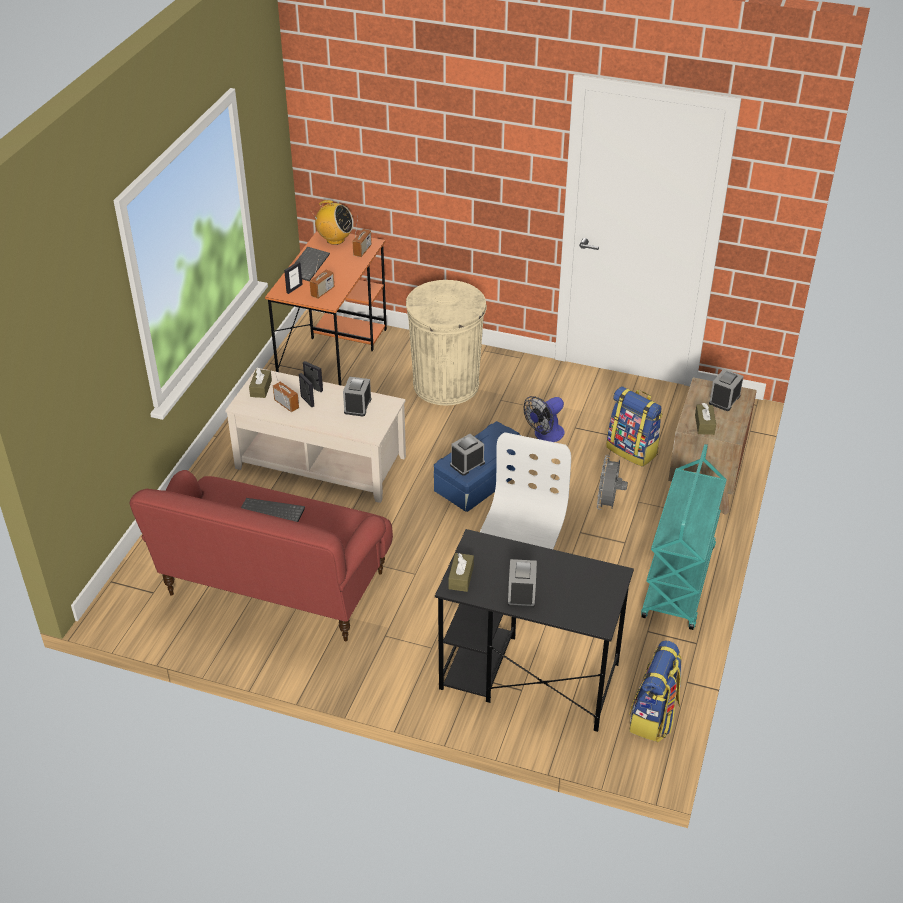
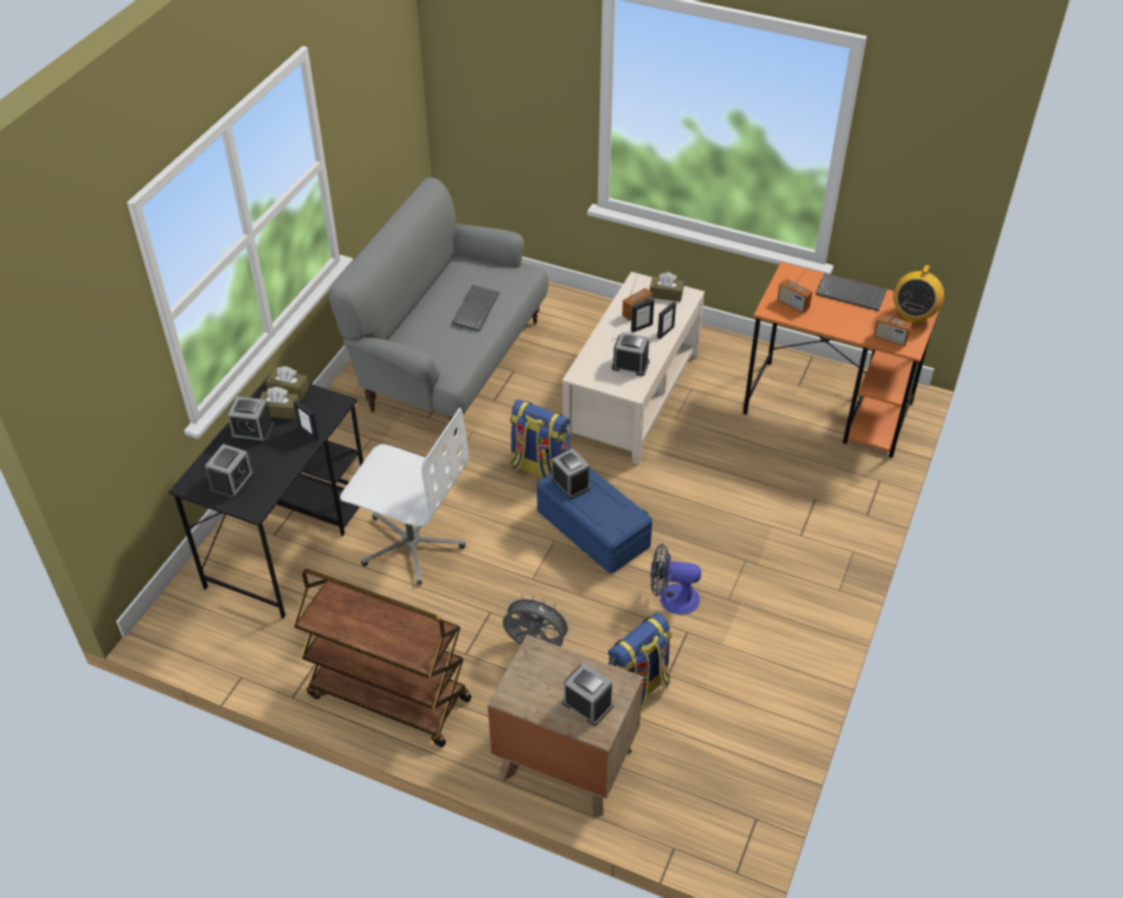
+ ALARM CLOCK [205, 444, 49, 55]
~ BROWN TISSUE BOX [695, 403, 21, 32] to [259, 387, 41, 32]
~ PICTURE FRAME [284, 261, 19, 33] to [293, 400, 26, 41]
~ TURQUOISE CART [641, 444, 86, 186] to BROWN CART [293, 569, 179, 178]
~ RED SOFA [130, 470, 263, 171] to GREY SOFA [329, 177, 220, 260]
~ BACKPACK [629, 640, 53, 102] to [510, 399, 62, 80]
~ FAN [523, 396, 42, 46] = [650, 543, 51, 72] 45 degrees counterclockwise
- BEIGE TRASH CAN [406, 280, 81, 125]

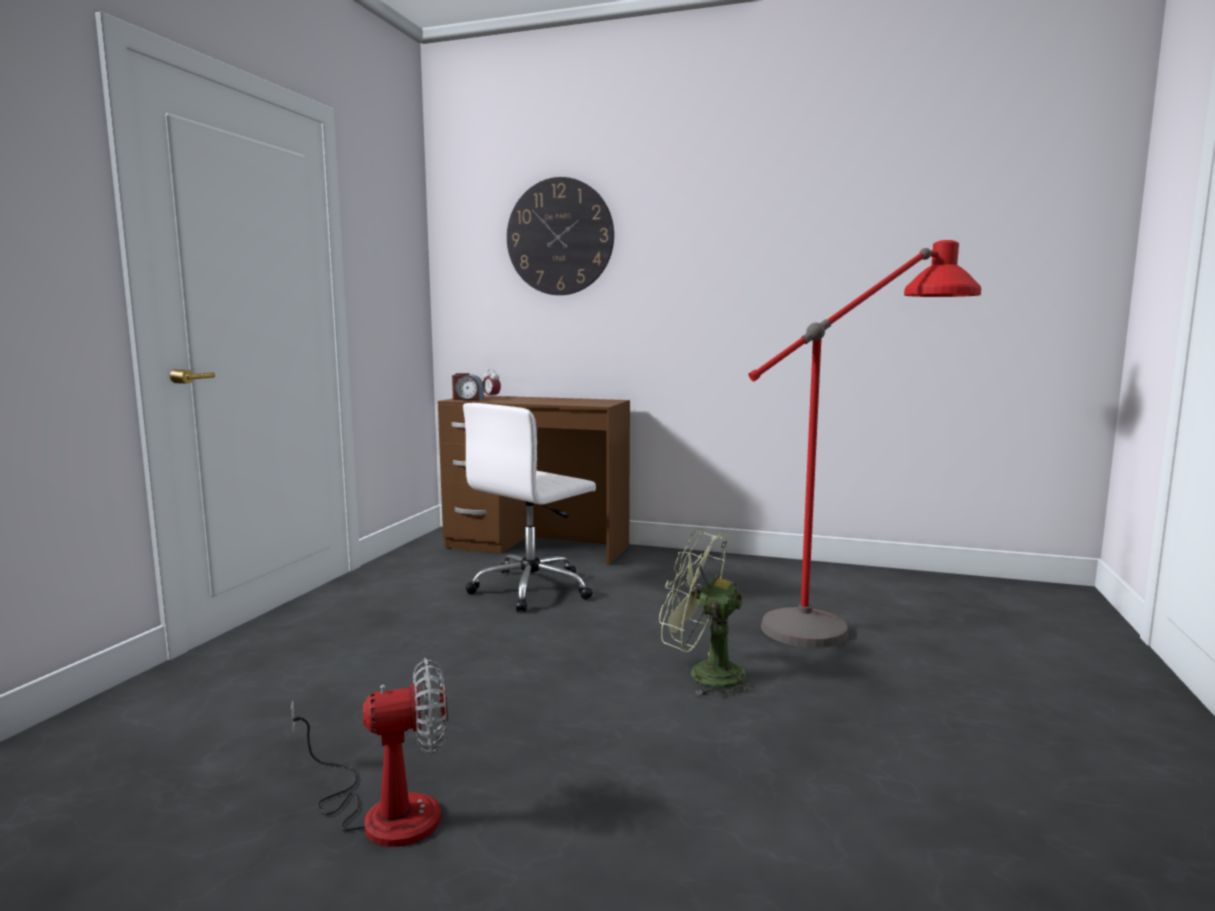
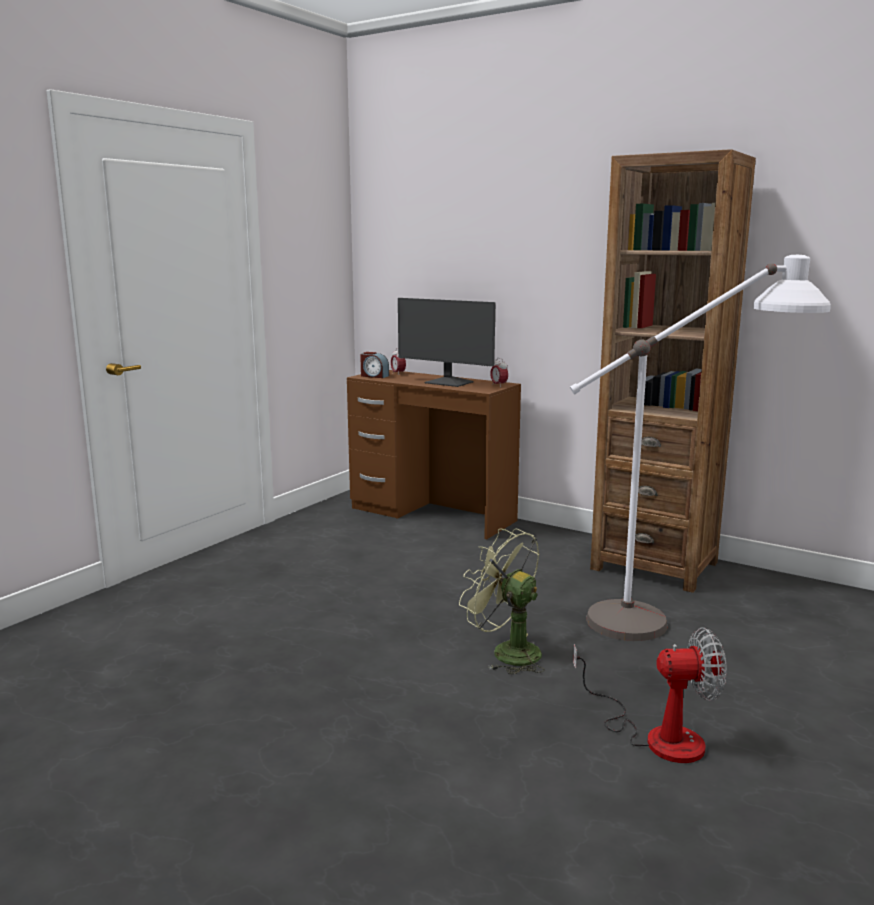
+ MONITOR [398, 298, 97, 89]
+ ALARM CLOCK [490, 358, 18, 29]
~ RED FLOOR LAMP [748, 240, 233, 408] to WHITE FLOOR LAMP [570, 255, 261, 386]
~ FAN [291, 658, 157, 189] to [573, 627, 154, 136]
+ BROWN BOOKCASE [590, 149, 166, 444]
- WHITE OFFICE CHAIR [463, 403, 133, 209]
- WALL CLOCK [507, 177, 107, 118]

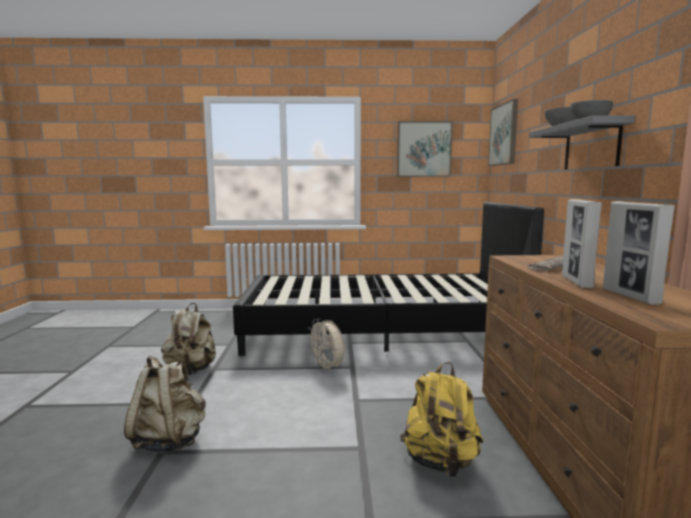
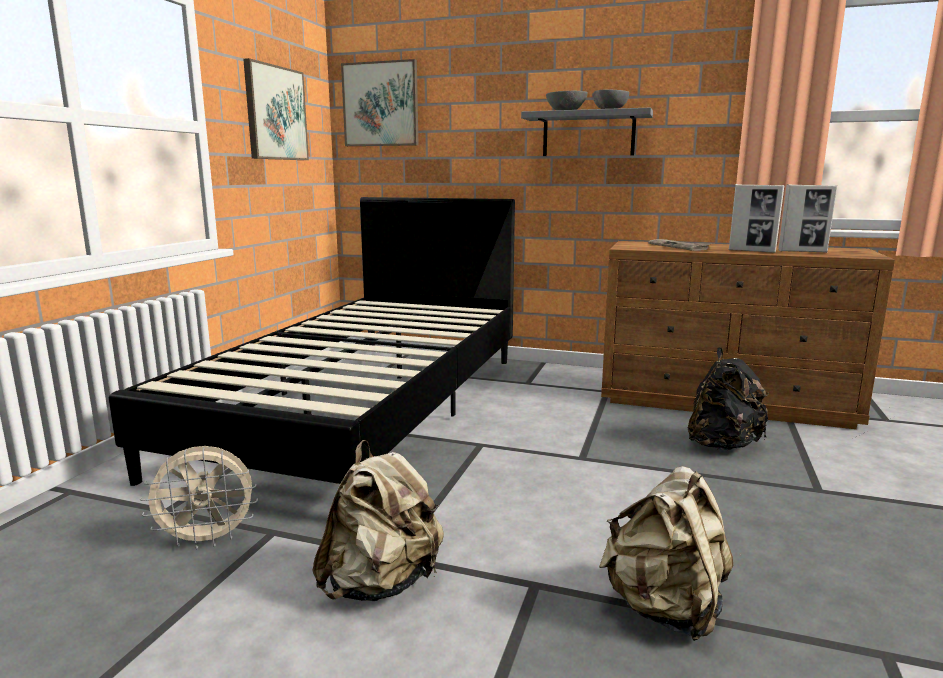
~ BEIGE FAN [307, 319, 37, 54] to [140, 446, 118, 104]
~ YELLOW BACKPACK [400, 362, 83, 115] to BLACK BACKPACK [688, 347, 81, 103]

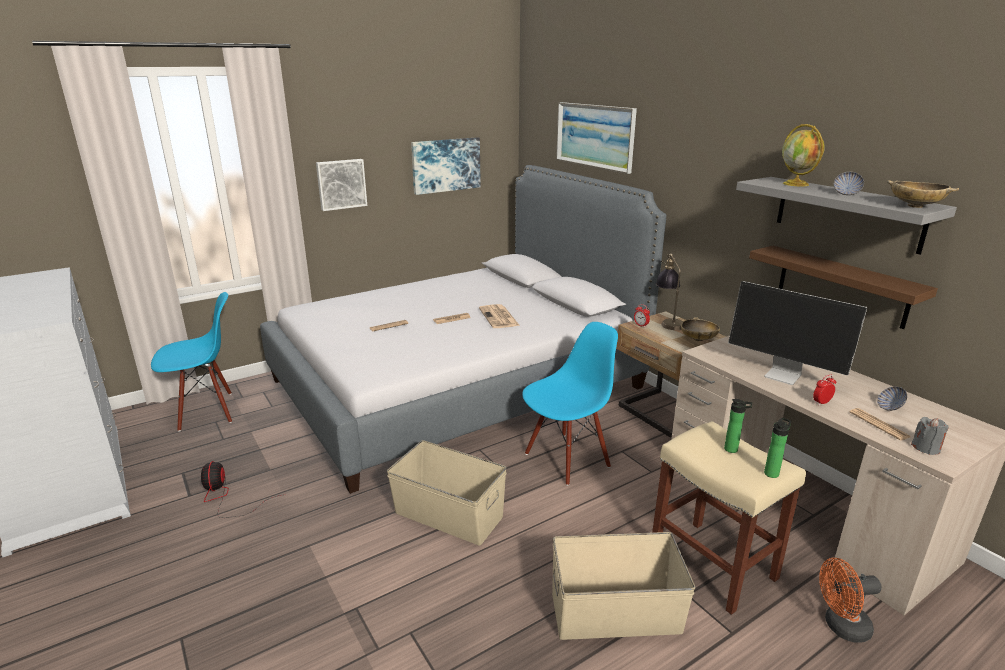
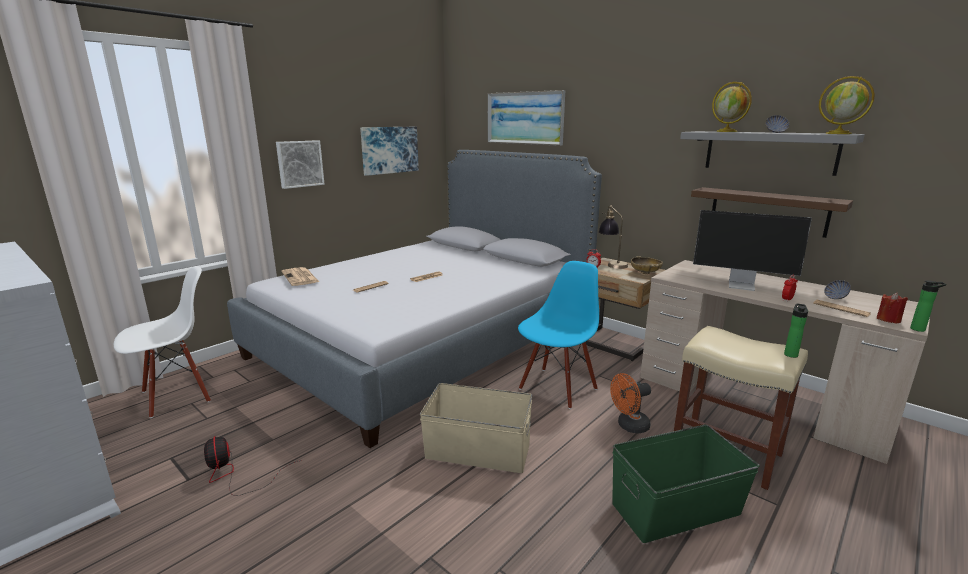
~ BLUE CHAIR [151, 292, 81, 140] to WHITE CHAIR [114, 266, 97, 152]
~ NEWSPAPER [479, 304, 41, 24] to [282, 267, 37, 19]
~ ORANGE FAN [819, 557, 62, 86] to [610, 373, 41, 60]
~ BEIGE STORAGE BOX [552, 532, 144, 108] to GREEN STORAGE BOX [612, 425, 148, 118]
~ BEIGE BOWL [887, 180, 72, 28] to GLOBE [819, 76, 56, 58]
~ GREY CANDLE [911, 417, 38, 38] to RED CANDLE [877, 293, 31, 30]
~ BOTTLE [724, 399, 28, 54] to [910, 280, 37, 52]

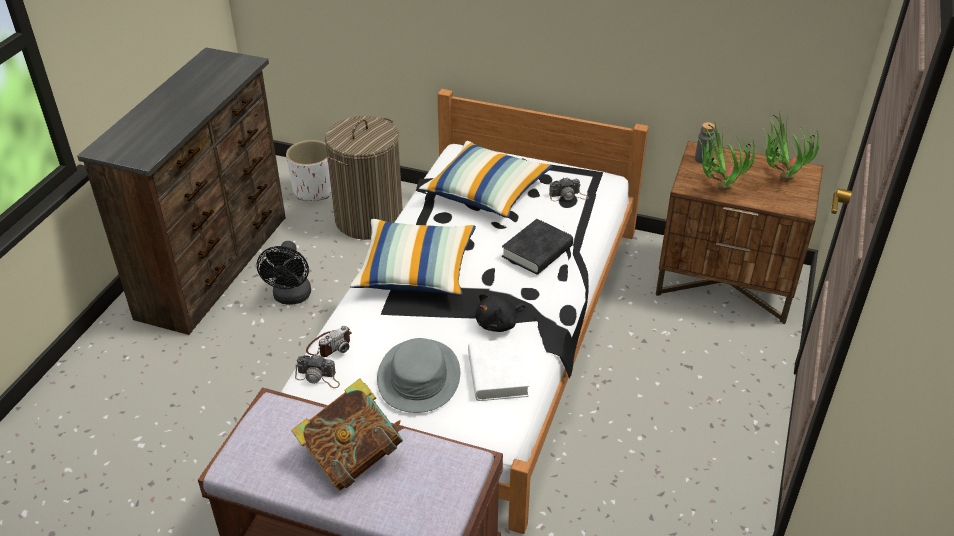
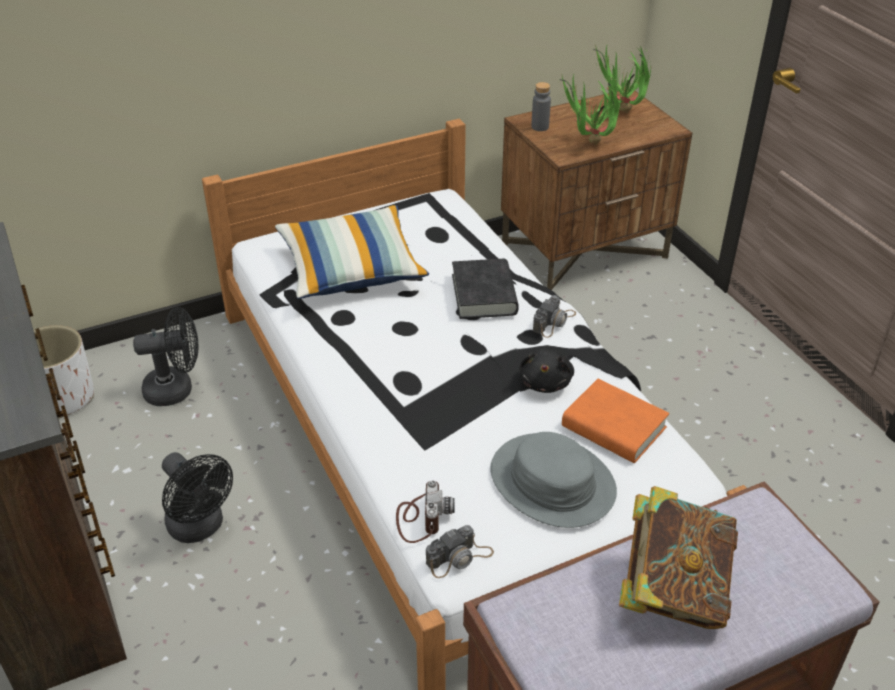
~ LAUNDRY BASKET [325, 116, 78, 124] to BLACK FAN [133, 307, 65, 99]
~ PHOTO CAMERA [549, 178, 40, 23] to [533, 295, 43, 43]
~ WHITE BOOK [468, 338, 61, 63] to ORANGE BOOK [562, 379, 107, 84]
- PILLOW [350, 219, 126, 77]

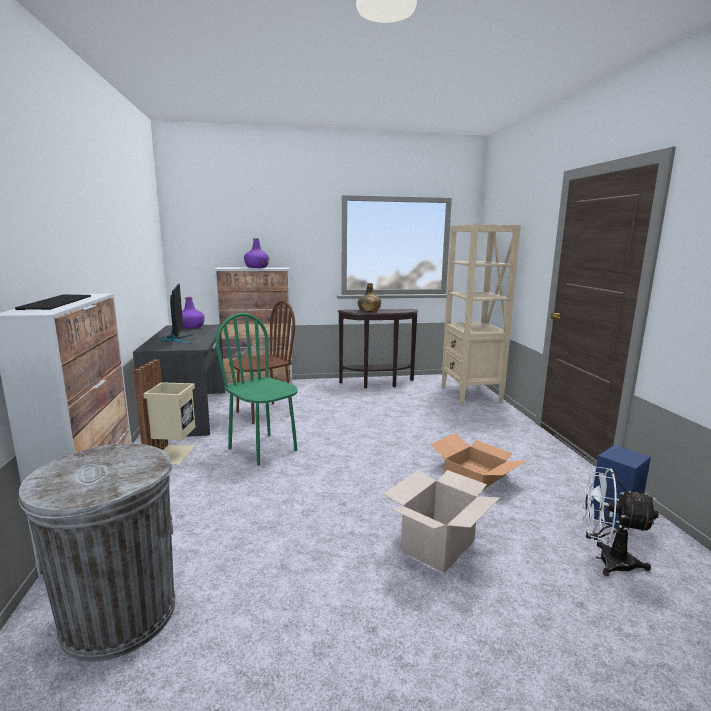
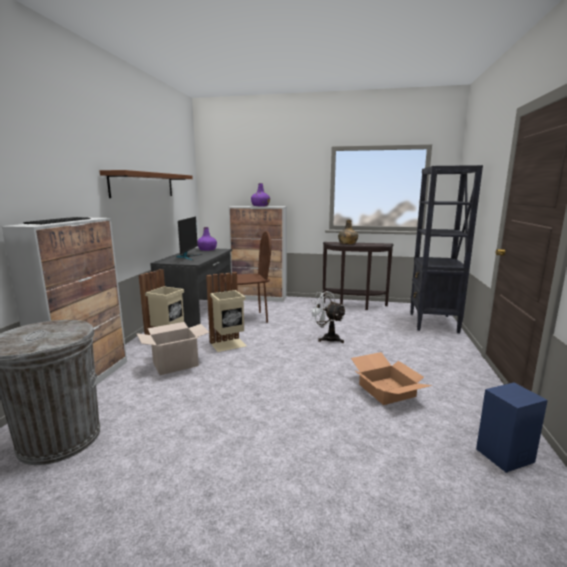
+ BROWN SHELF [99, 170, 94, 28]
~ CARDBOARD BOX [384, 470, 116, 103] to [136, 322, 74, 53]
~ GREEN CHAIR [216, 313, 82, 153] to BEIGE TRASH CAN [206, 272, 41, 80]
~ WHITE FAN [582, 466, 77, 110] to [308, 291, 38, 52]
~ BEIGE BOOKCASE [442, 224, 79, 181] to BLACK BOOKCASE [410, 165, 73, 168]

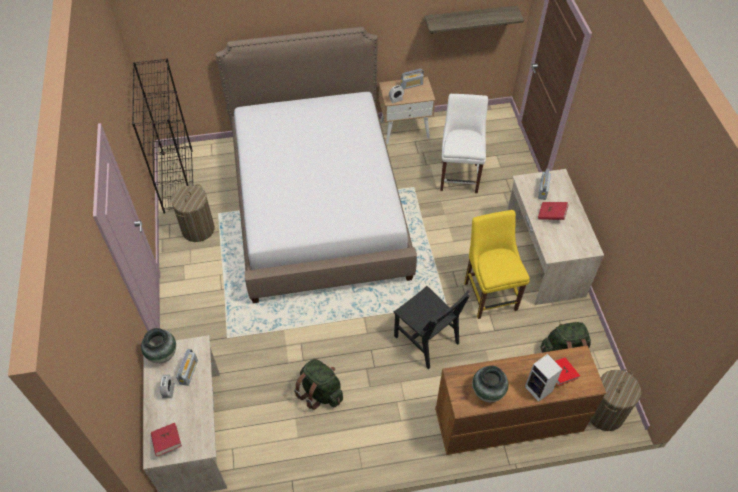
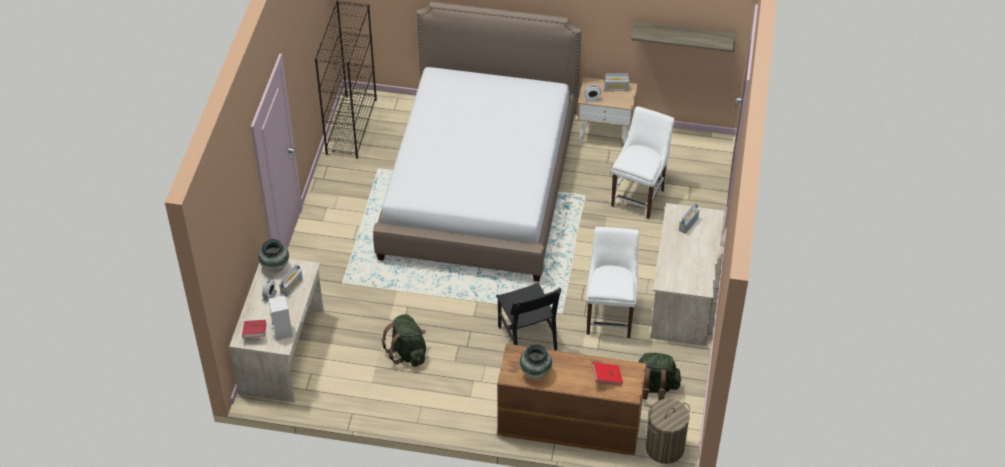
~ SPEAKER [525, 354, 37, 48] to [268, 295, 25, 45]
~ YELLOW CHAIR [464, 210, 66, 109] to WHITE CHAIR [586, 227, 53, 111]
- LAUNDRY BASKET [171, 184, 44, 58]
- RED BOOK [538, 202, 31, 18]

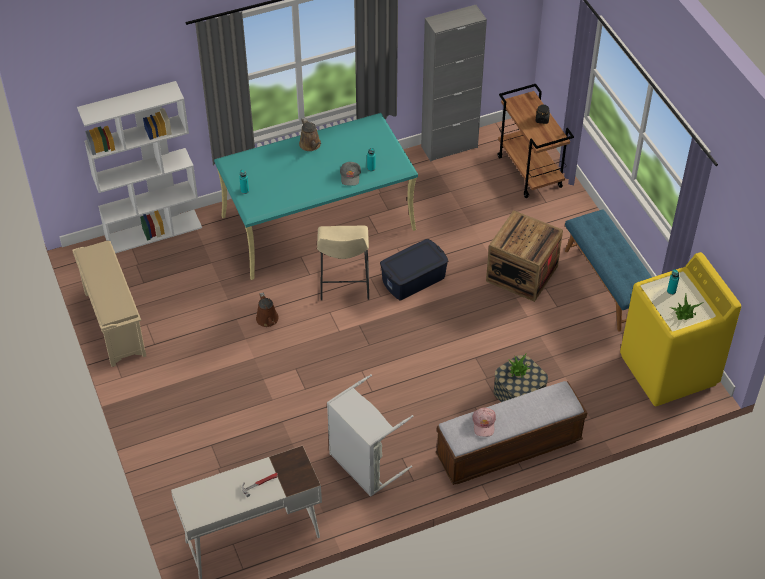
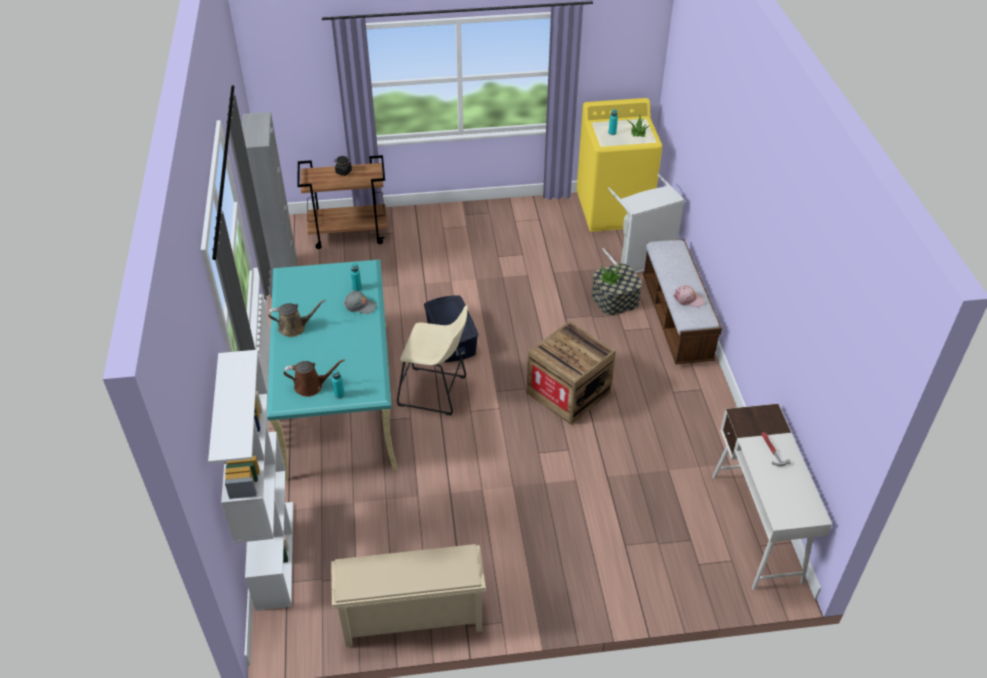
~ BROWN WATERING CAN [256, 293, 23, 34] to [284, 359, 61, 38]
~ CRATE [486, 210, 77, 92] to [527, 321, 89, 104]
~ GREY LAUNDRY BASKET [327, 374, 87, 123] to [602, 174, 83, 99]
- BLUE BENCH [565, 209, 87, 123]

